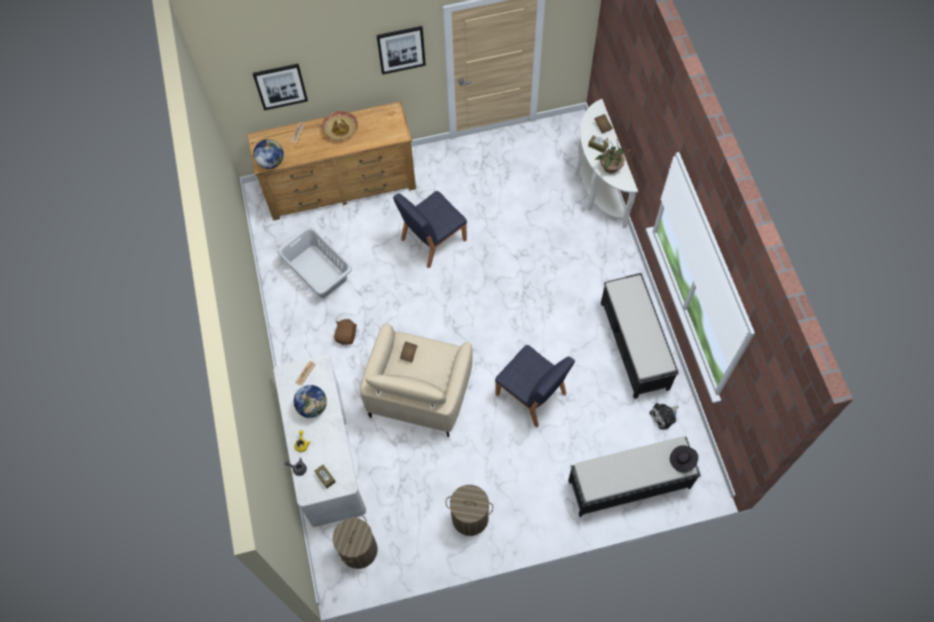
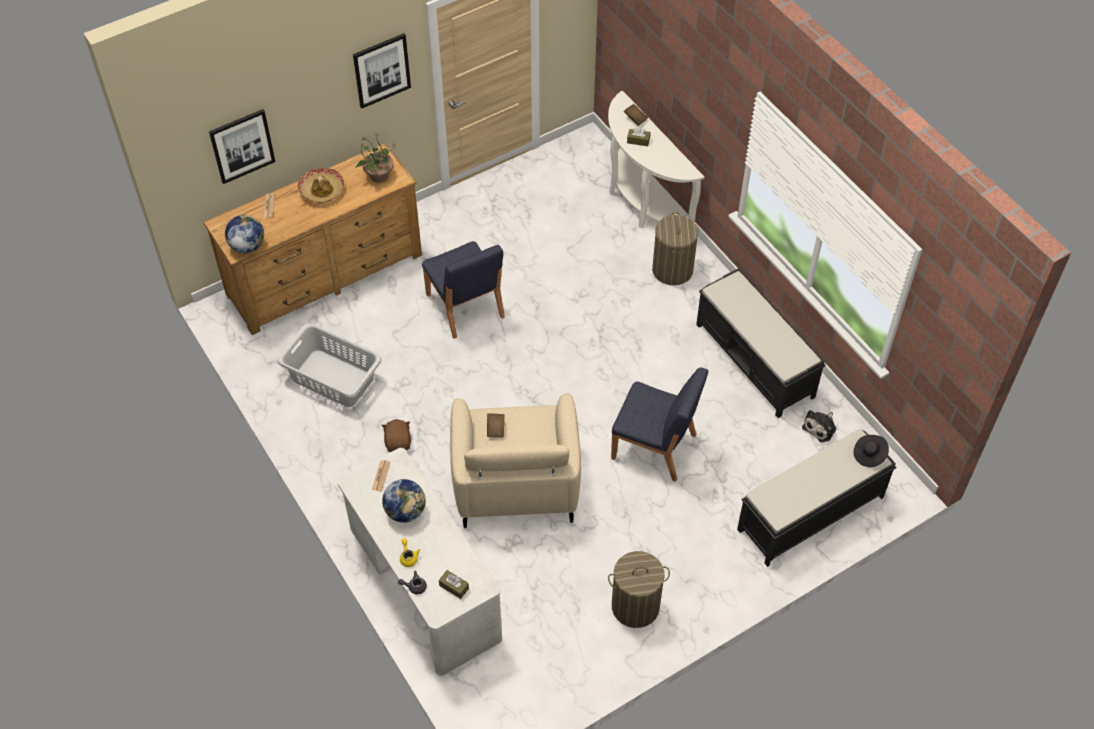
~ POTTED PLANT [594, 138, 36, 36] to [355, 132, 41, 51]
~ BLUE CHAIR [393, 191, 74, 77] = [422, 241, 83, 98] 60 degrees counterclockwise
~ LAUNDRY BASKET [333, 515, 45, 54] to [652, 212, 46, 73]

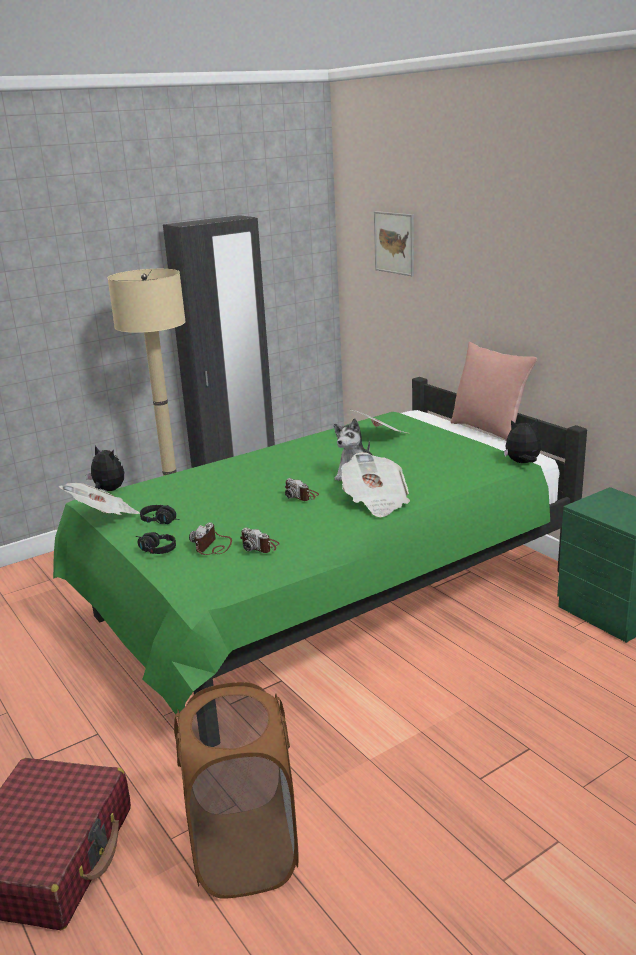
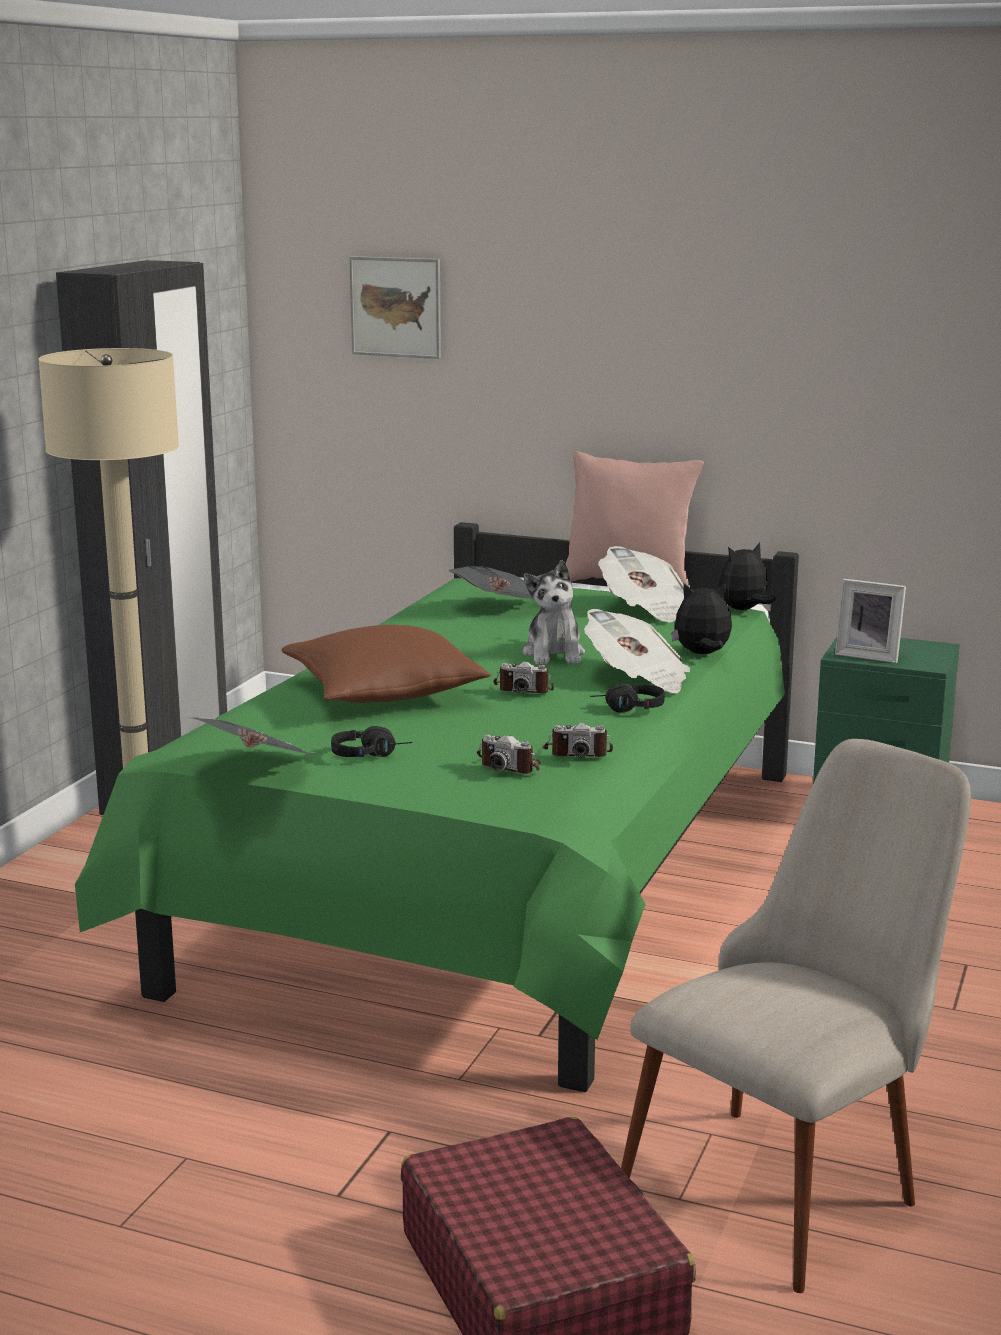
+ BROWN PILLOW [281, 625, 211, 78]
~ PHOTO CAMERA [189, 522, 43, 33] = [477, 734, 64, 40] 45 degrees counterclockwise
~ BLACK HEADPHONES [136, 532, 40, 22] to [590, 683, 75, 29]
+ NEWSPAPER [598, 546, 86, 77]
~ BROWN LAUNDRY BASKET [174, 682, 125, 217] to BEIGE CHAIR [621, 739, 350, 554]
~ PLUSH TOY [86, 445, 38, 46] to [671, 582, 61, 72]
+ PICTURE FRAME [835, 579, 71, 84]

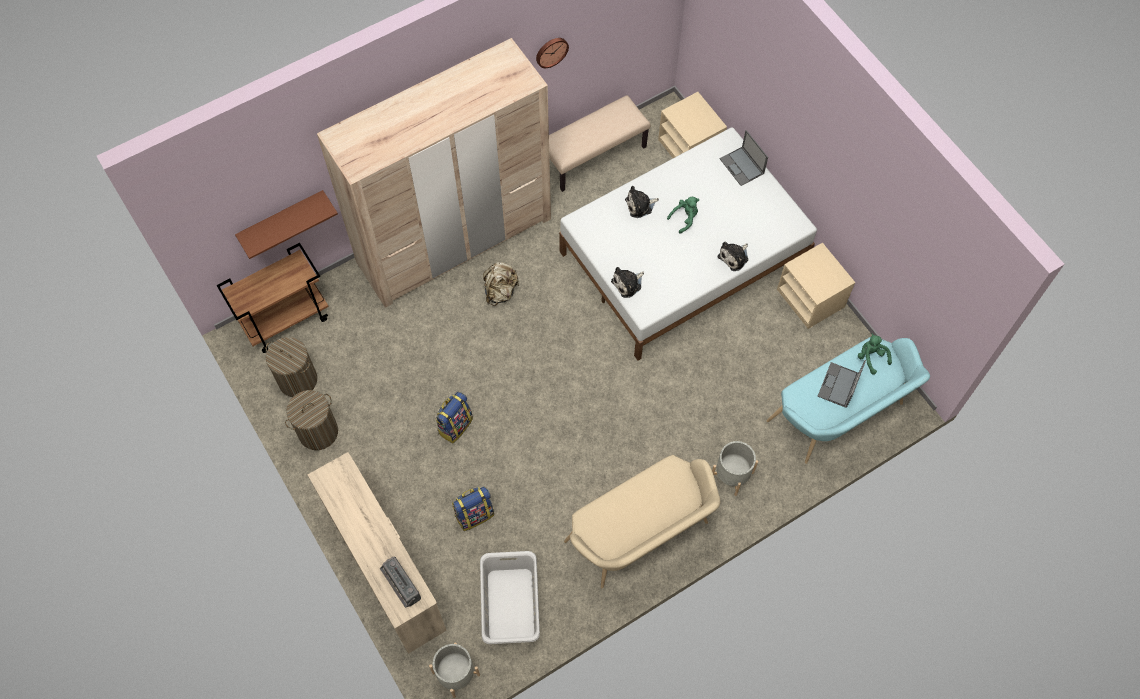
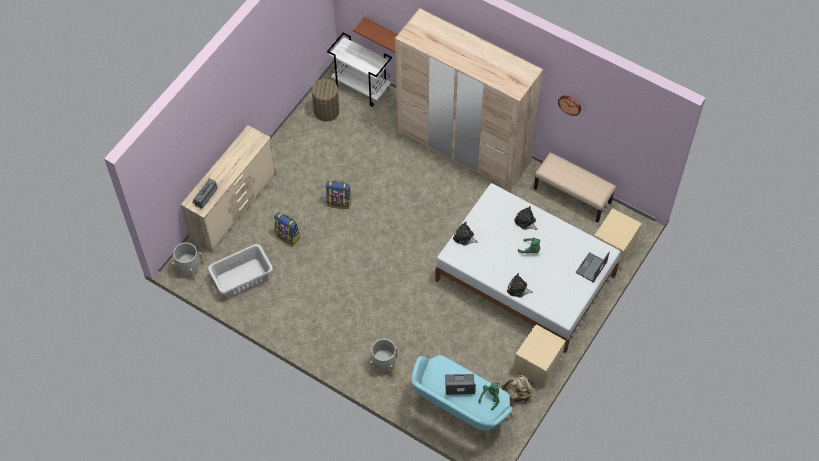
~ BROWN CART [216, 243, 113, 110] to WHITE CART [327, 32, 65, 75]
~ BEIGE BACKPACK [483, 262, 36, 44] to [502, 374, 31, 28]
- LAUNDRY BASKET [285, 390, 53, 60]
- BEIGE BENCH [564, 455, 156, 133]

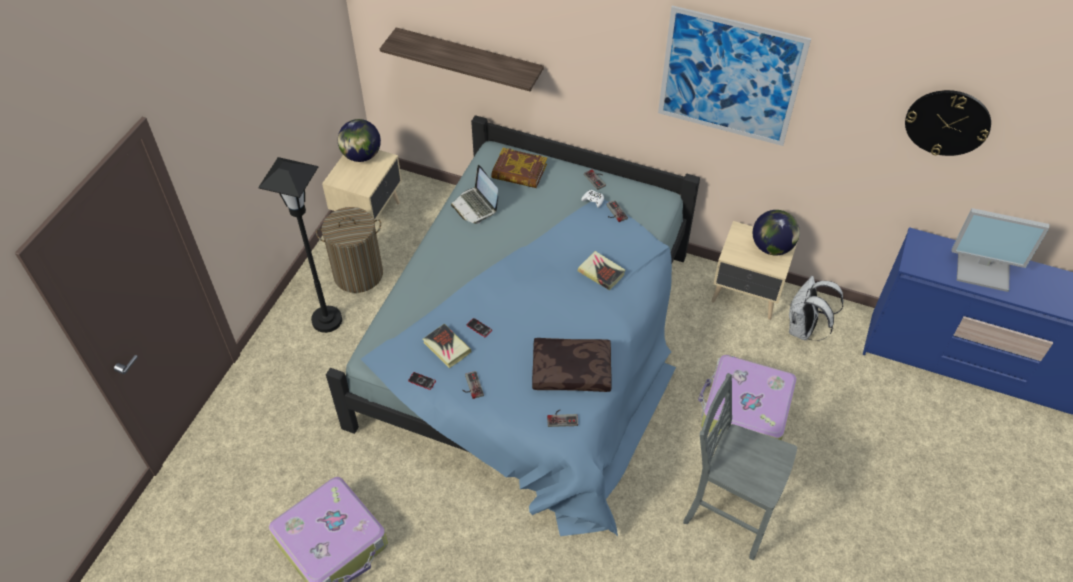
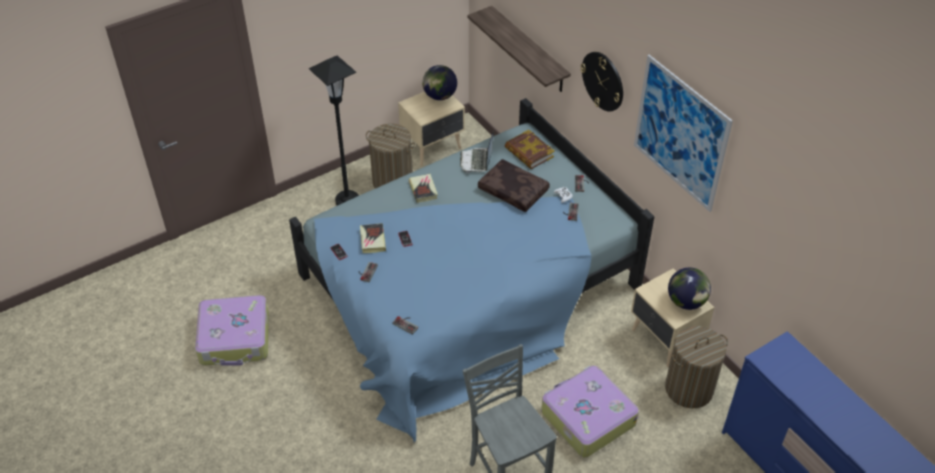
~ BOOK [578, 251, 48, 39] to [409, 174, 29, 29]
~ BROWN PILLOW [532, 338, 80, 54] to [478, 159, 72, 53]
~ WALL CLOCK [905, 90, 86, 66] to [580, 52, 43, 60]
~ WHITE BACKPACK [789, 276, 55, 65] to LAUNDRY BASKET [665, 326, 63, 82]
- MONITOR [952, 208, 98, 84]

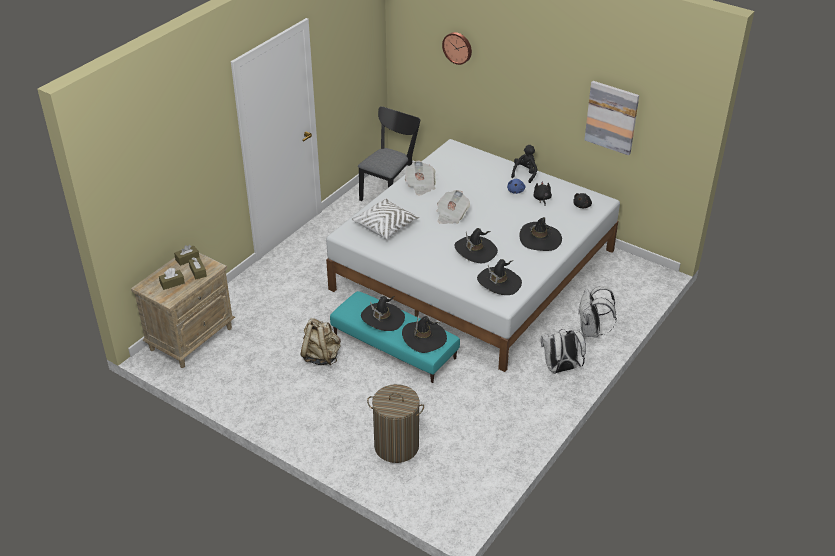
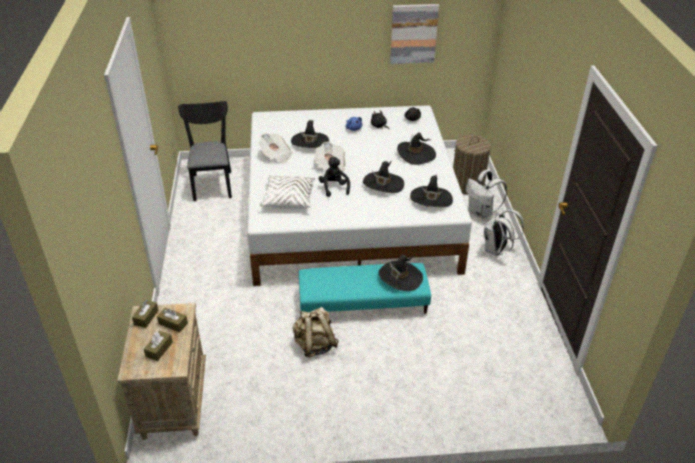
~ BLACK HAT [361, 296, 44, 35] to [291, 120, 38, 28]
~ BLACK PLUSH TOY [511, 145, 26, 38] to [319, 157, 31, 40]
~ LAUNDRY BASKET [367, 384, 57, 79] to [453, 135, 39, 60]
- WALL CLOCK [442, 32, 30, 33]

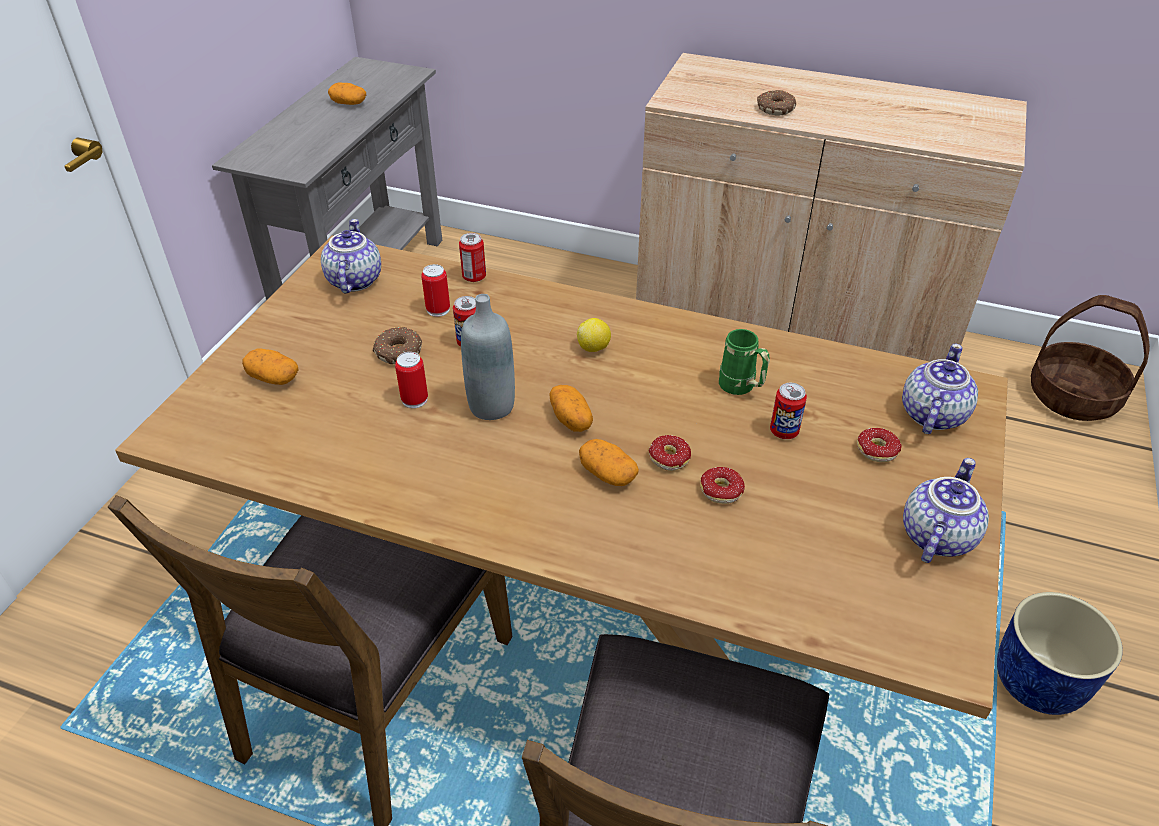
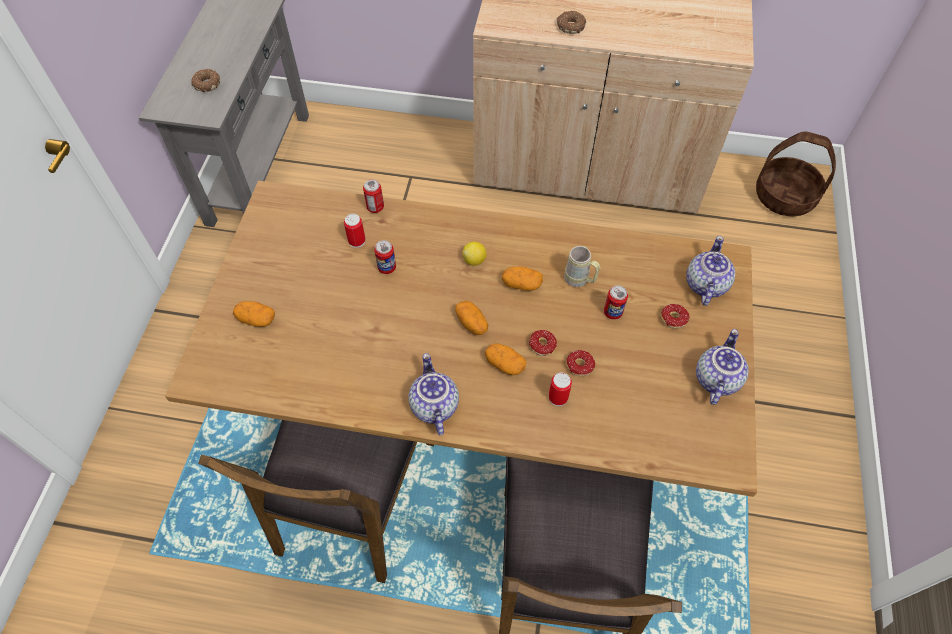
~ DONUT [373, 327, 49, 37] to [191, 69, 29, 23]
~ TEAPOT [321, 219, 60, 75] to [408, 353, 51, 82]
~ POTATO [328, 82, 38, 23] to [502, 266, 41, 25]
~ CAN [395, 352, 33, 56] to [549, 372, 23, 34]
~ GREEN MUG [719, 329, 51, 66] to BEIGE MUG [564, 246, 36, 41]
- GREY BOTTLE [461, 294, 54, 126]
- BLUE PLANTER [997, 592, 126, 123]

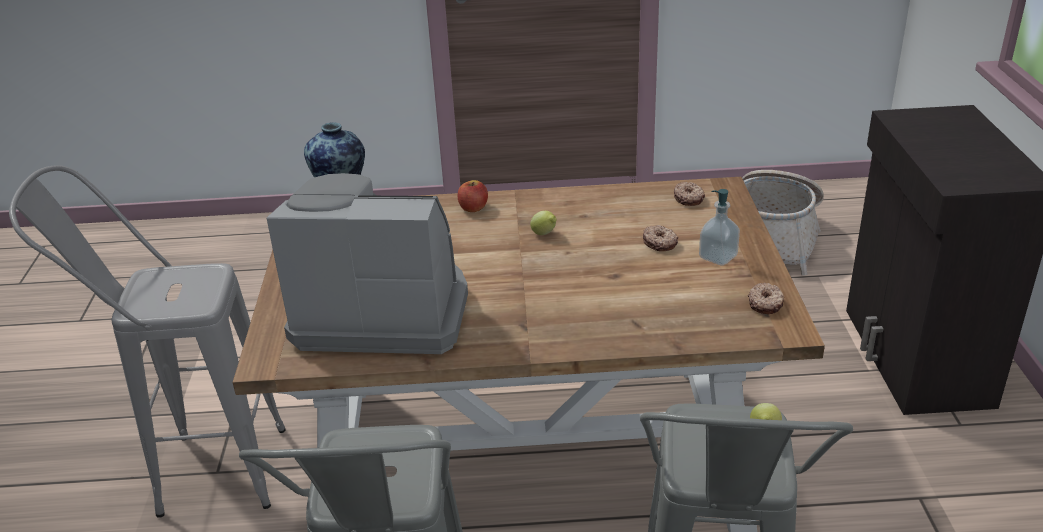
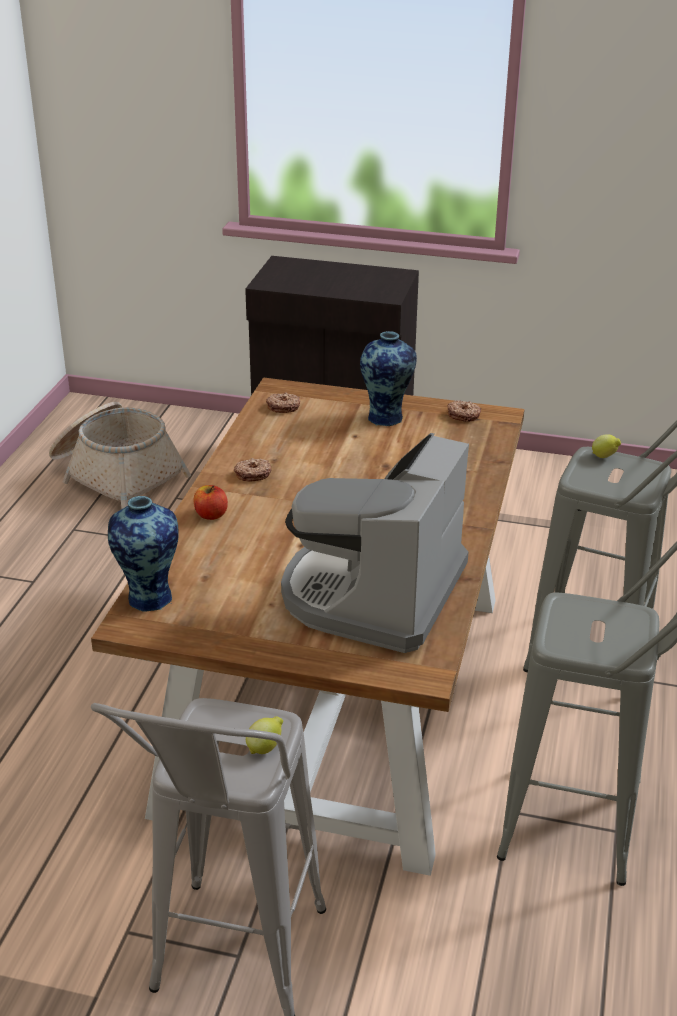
~ DONUT [643, 225, 35, 26] to [234, 458, 37, 24]
~ LEMON [530, 211, 26, 24] to [246, 716, 37, 38]
~ SOAP DISPENSER [699, 189, 41, 77] to VASE [360, 331, 57, 95]

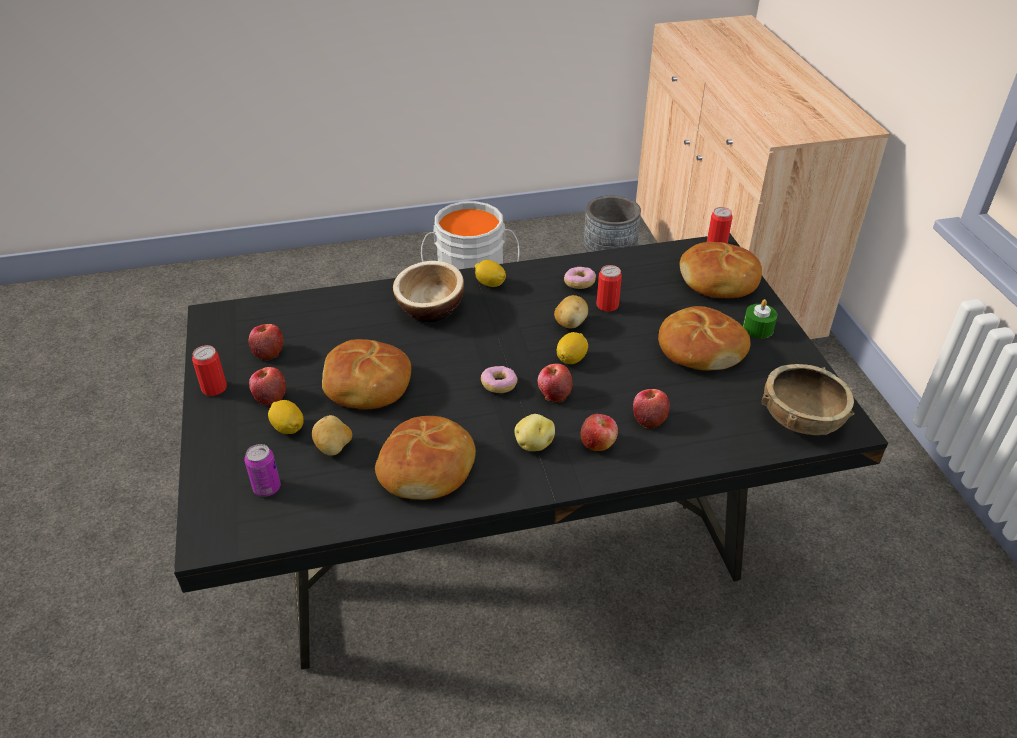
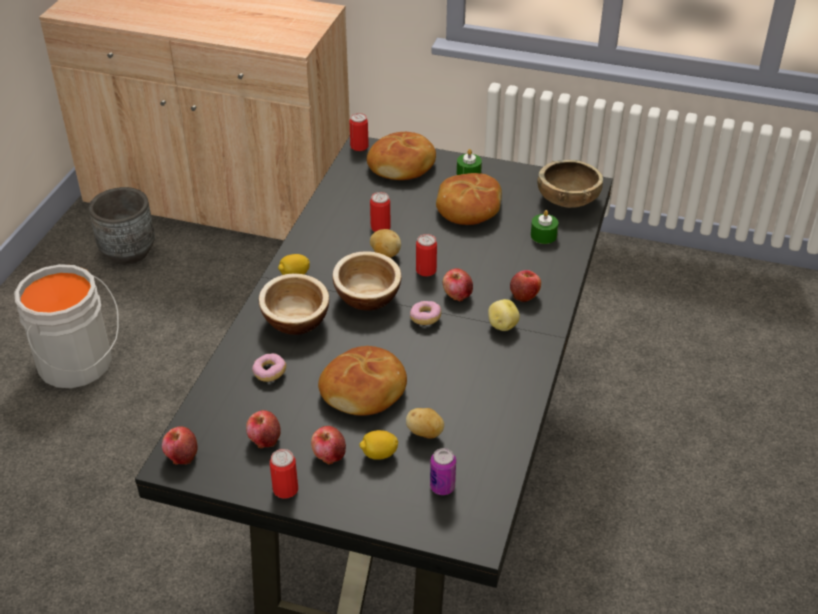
~ APPLE [633, 389, 37, 40] to [162, 426, 36, 39]
~ DONUT [564, 267, 32, 22] to [252, 353, 34, 29]
+ BOWL [332, 251, 70, 60]
~ LEMON [557, 332, 31, 32] to CAN [416, 234, 21, 42]
+ GREEN CANDLE [531, 210, 27, 34]
- BREAD [375, 416, 101, 84]

